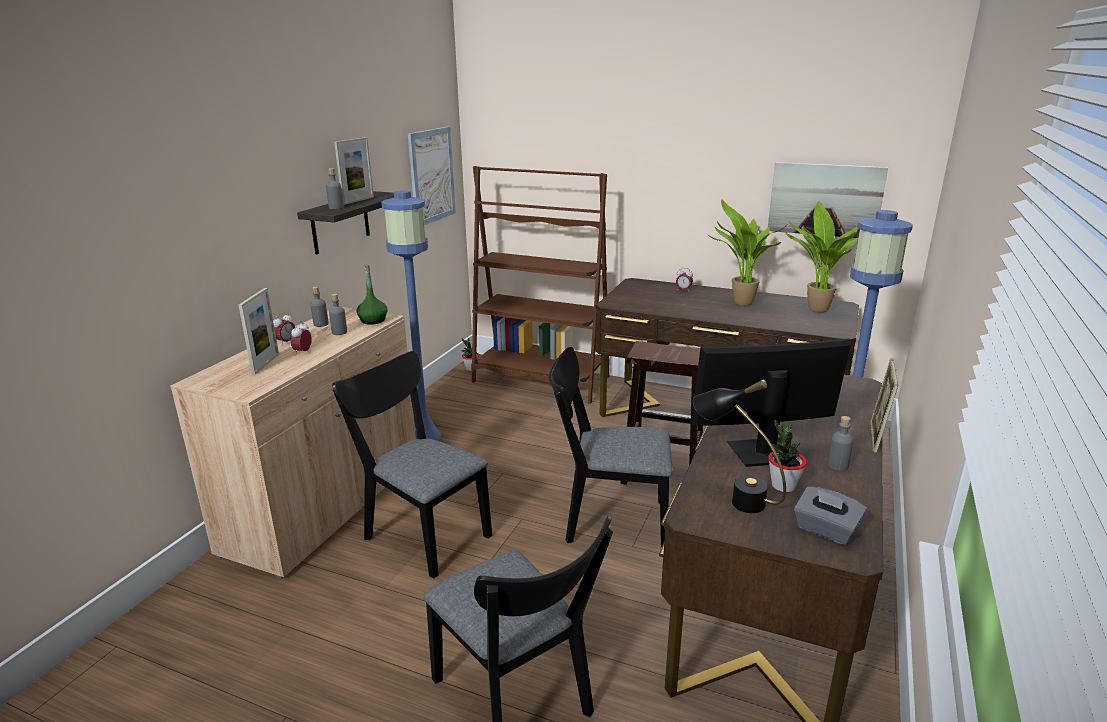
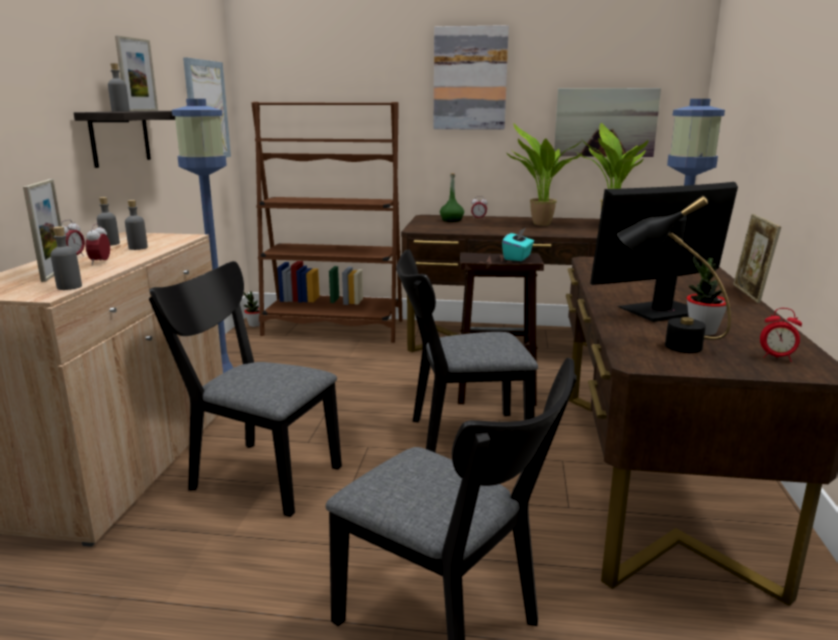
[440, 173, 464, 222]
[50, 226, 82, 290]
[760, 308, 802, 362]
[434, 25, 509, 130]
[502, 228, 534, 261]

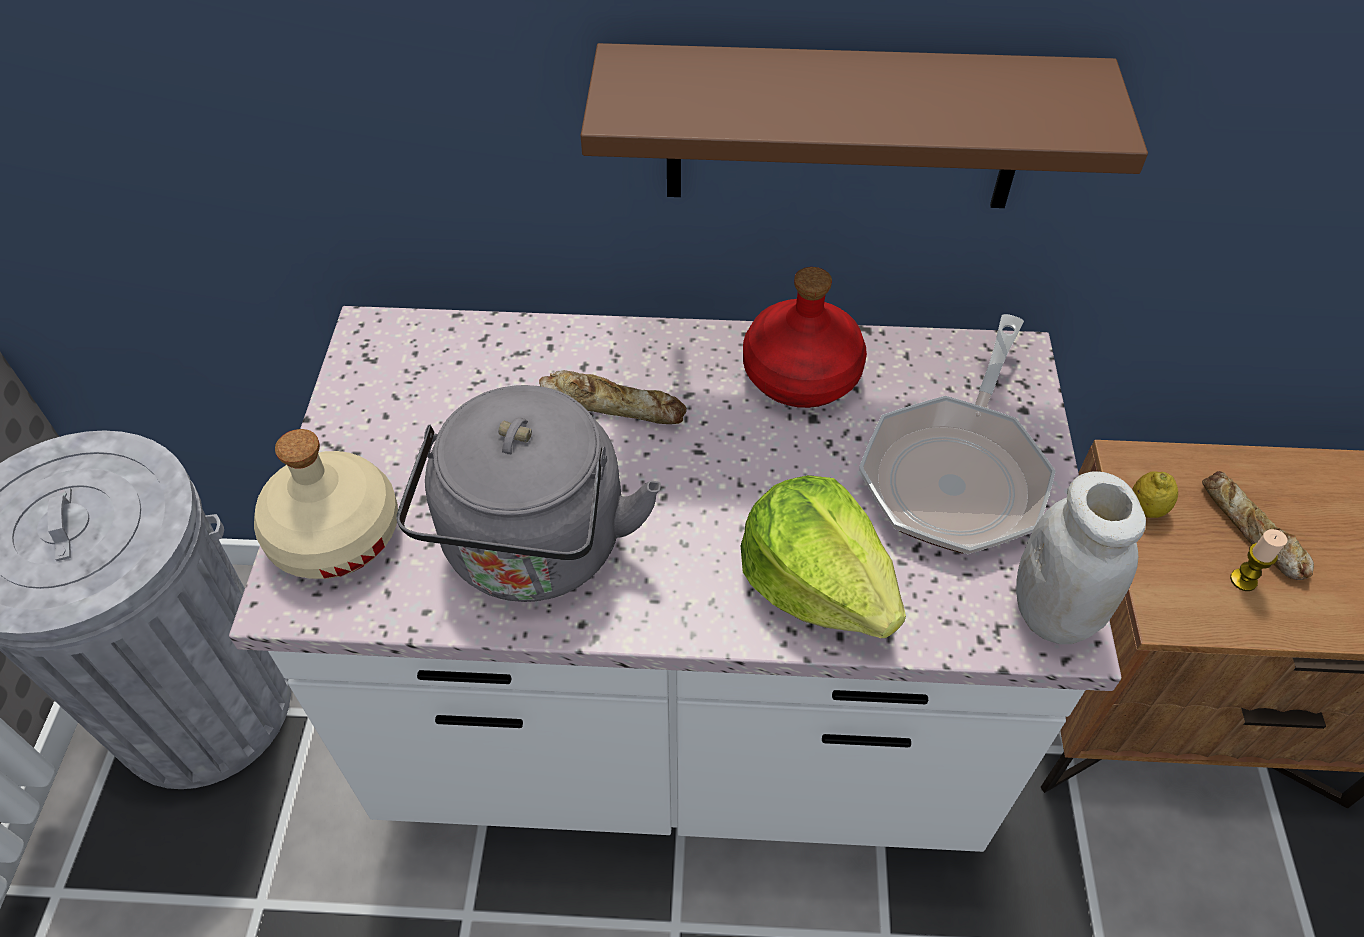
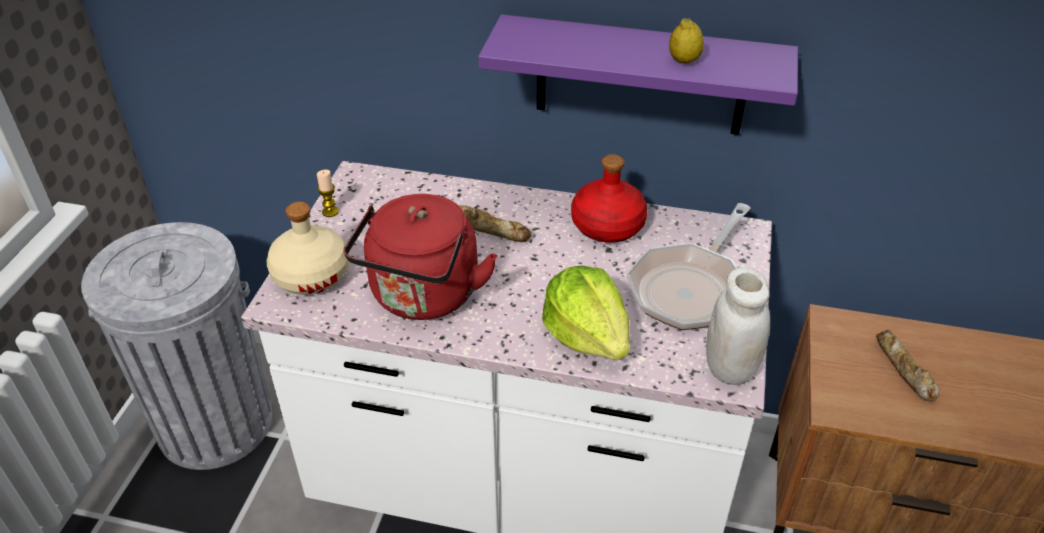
[478, 14, 798, 135]
[343, 194, 498, 320]
[669, 18, 704, 63]
[317, 170, 339, 217]

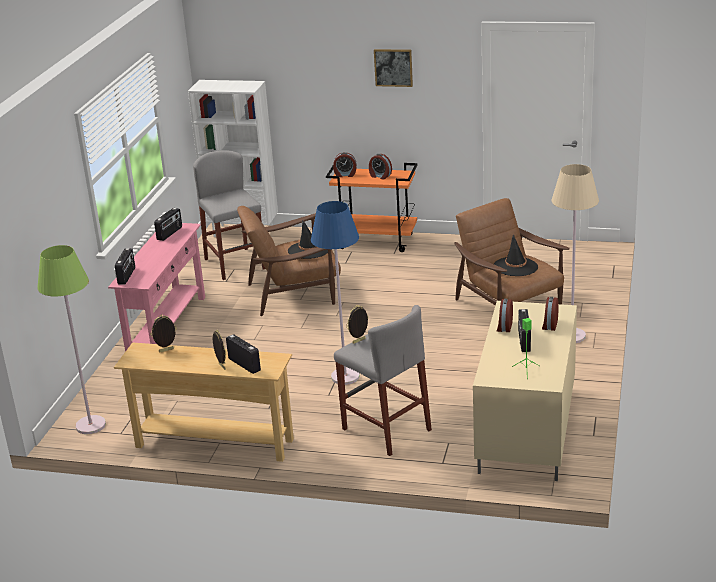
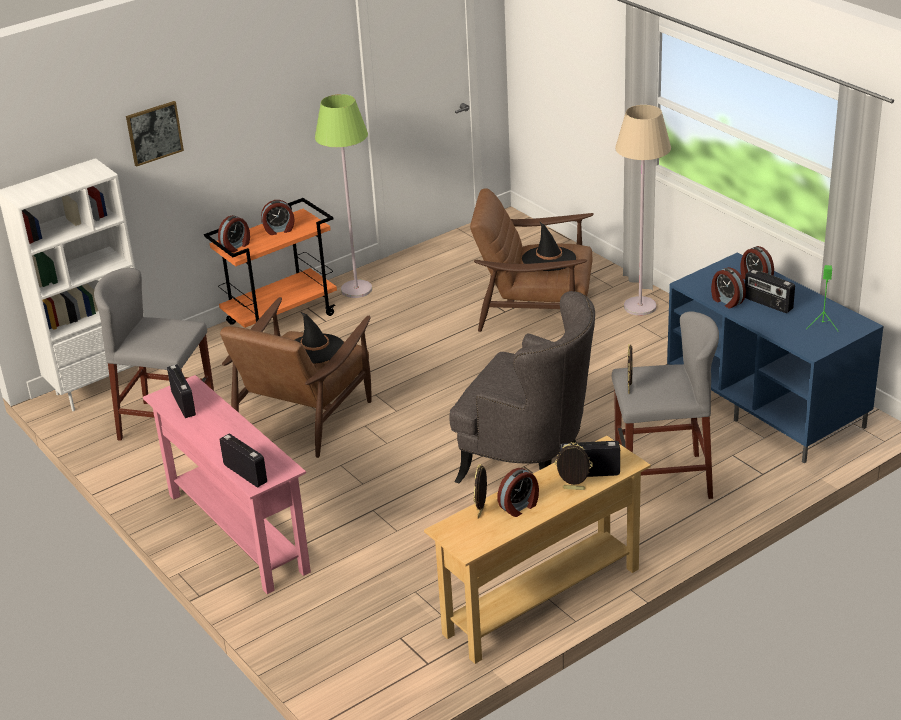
[126, 101, 184, 167]
[449, 291, 595, 483]
[315, 94, 372, 298]
[667, 253, 883, 463]
[497, 468, 539, 517]

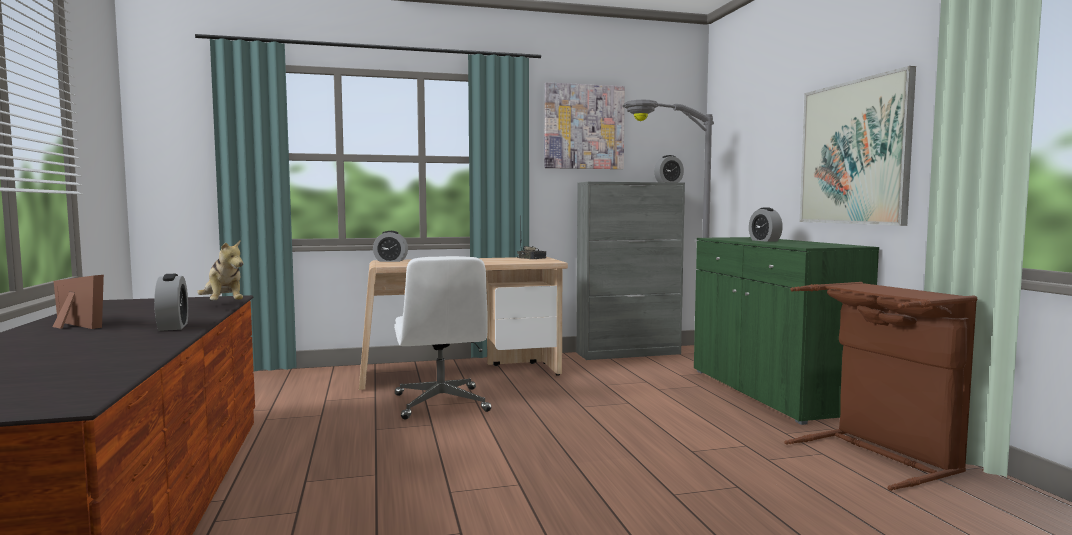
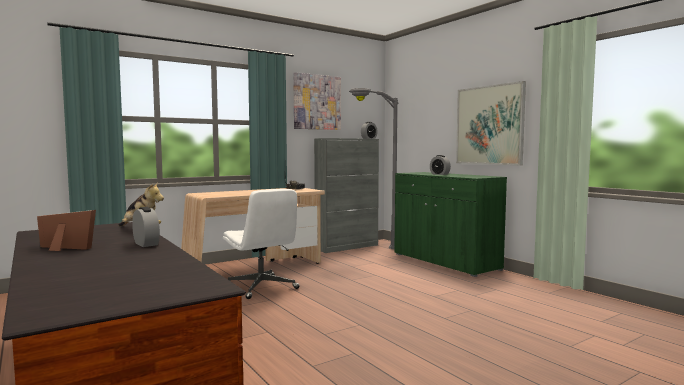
[373, 231, 408, 262] (first image)
[784, 282, 977, 491] (first image)

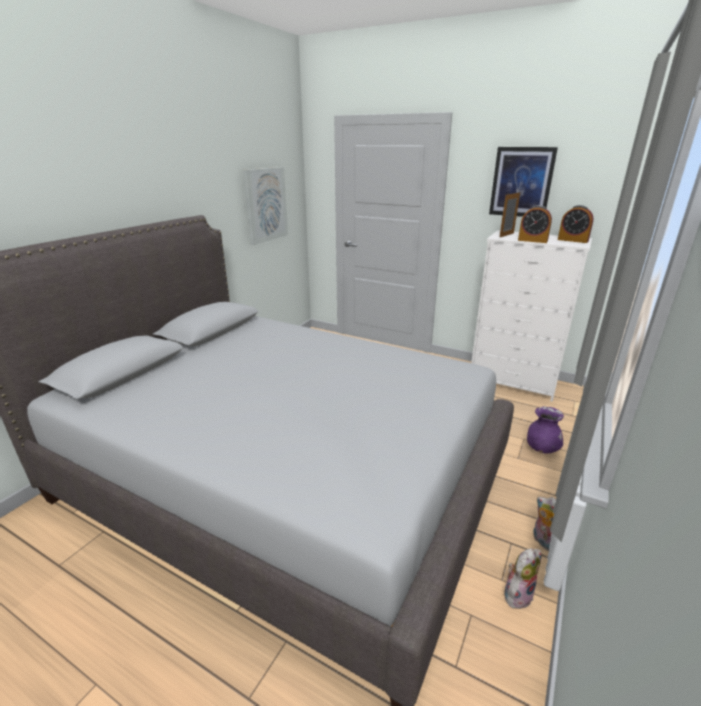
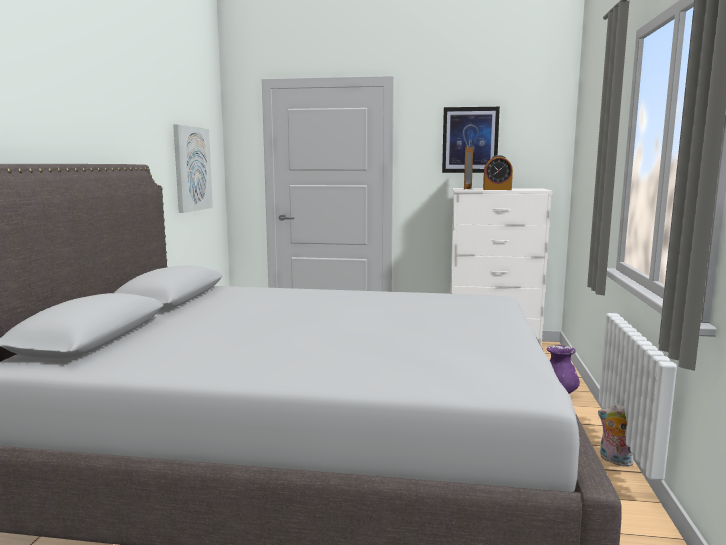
[558, 205, 593, 243] (first image)
[504, 548, 541, 609] (first image)

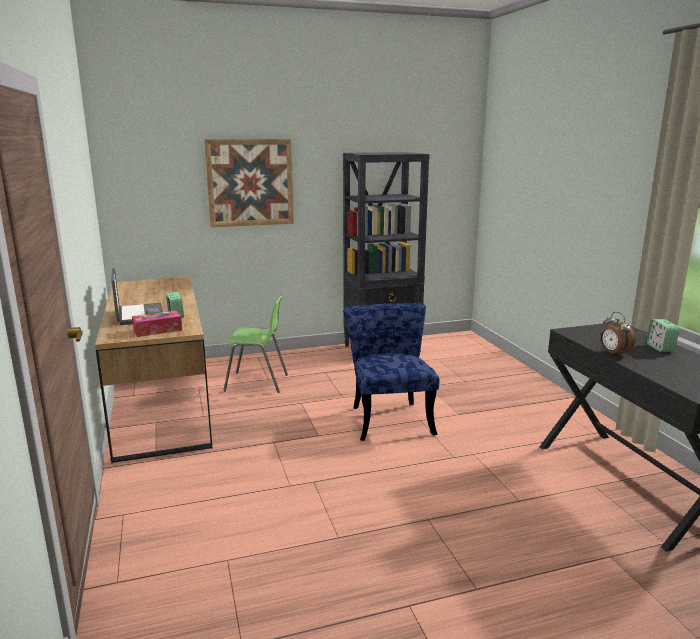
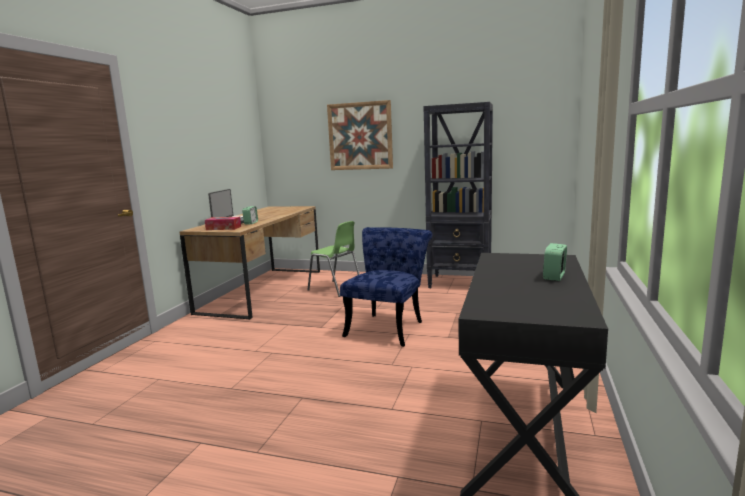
[600, 312, 636, 357] (first image)

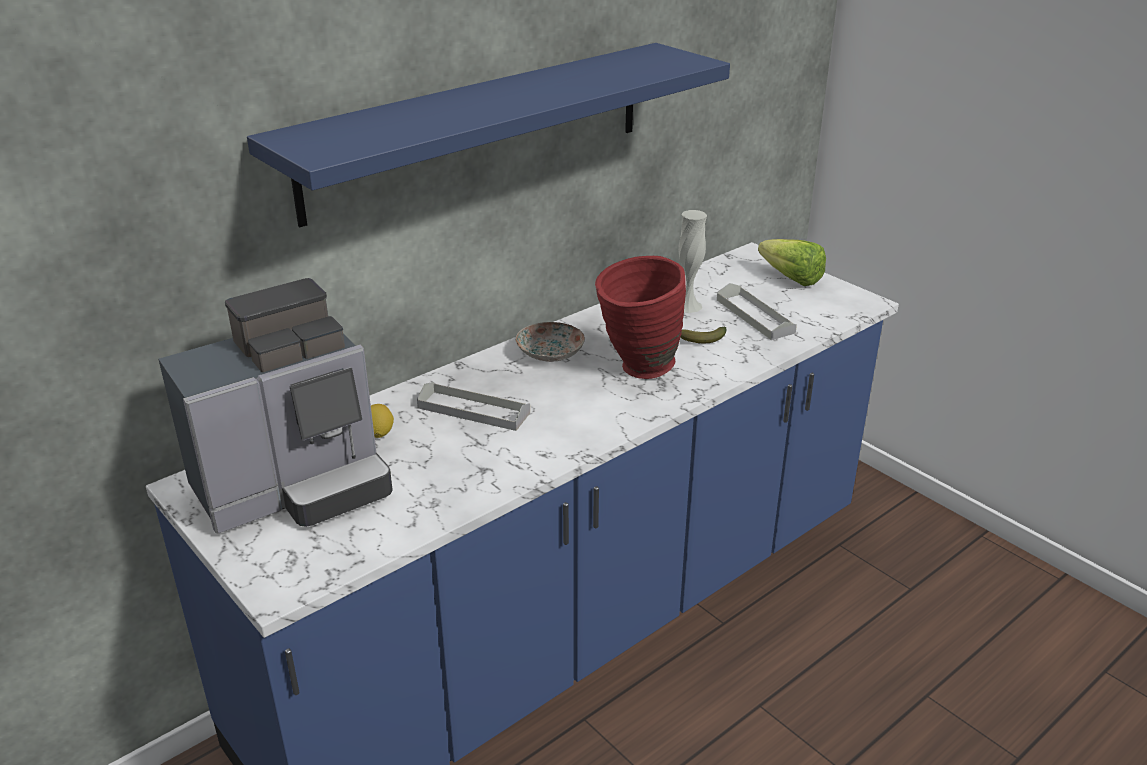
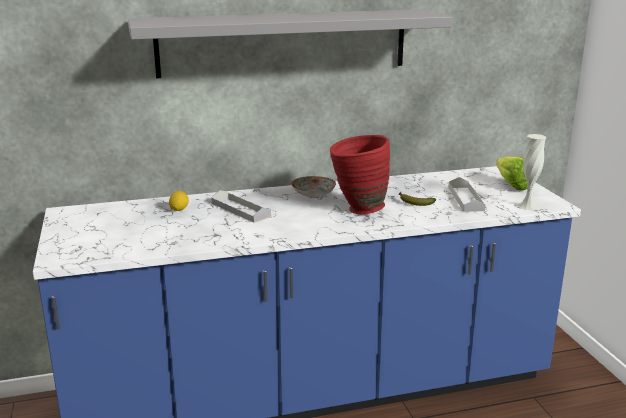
[128, 9, 452, 78]
[517, 134, 546, 210]
[158, 278, 393, 533] (first image)

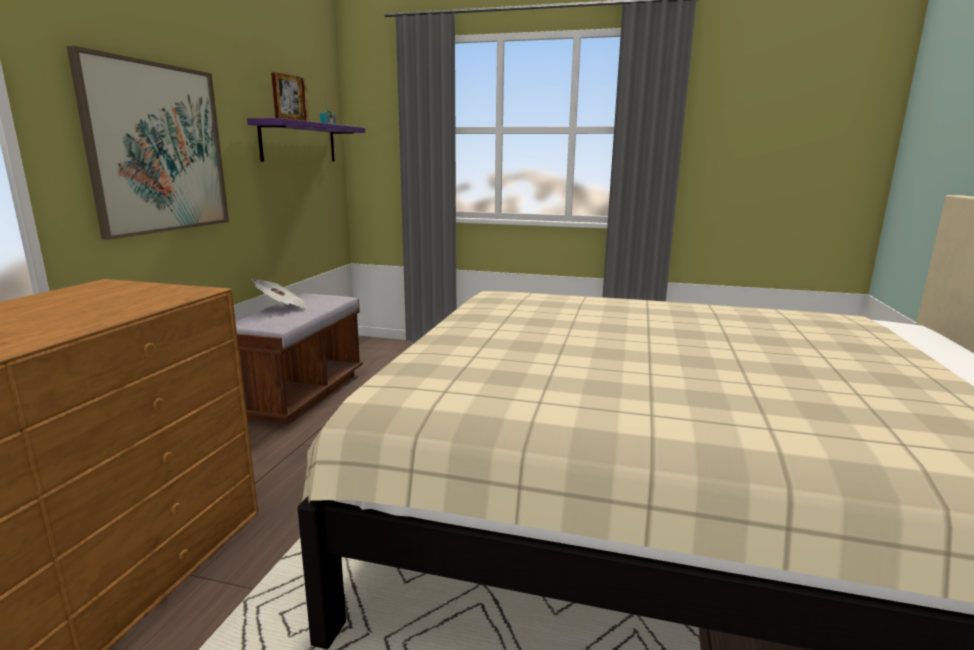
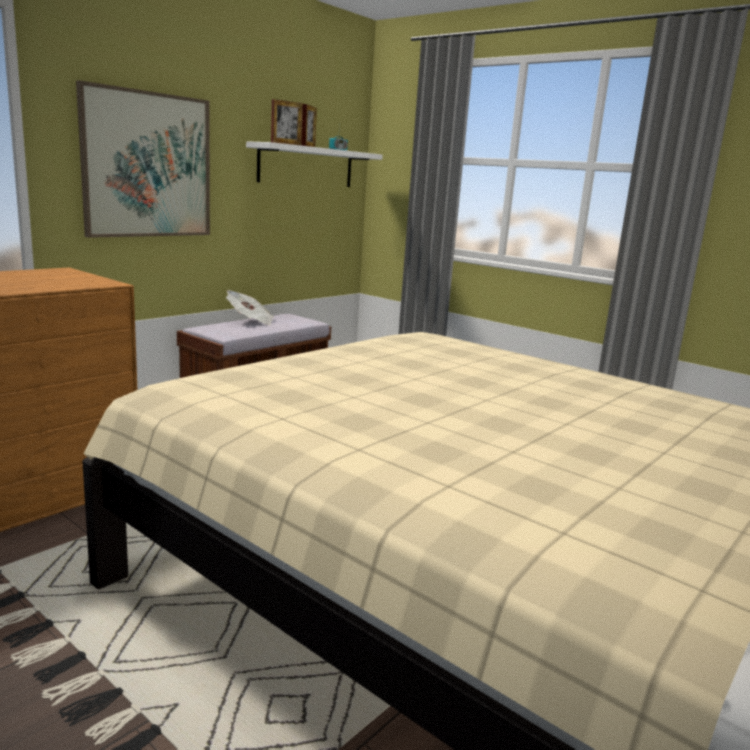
[246, 141, 383, 187]

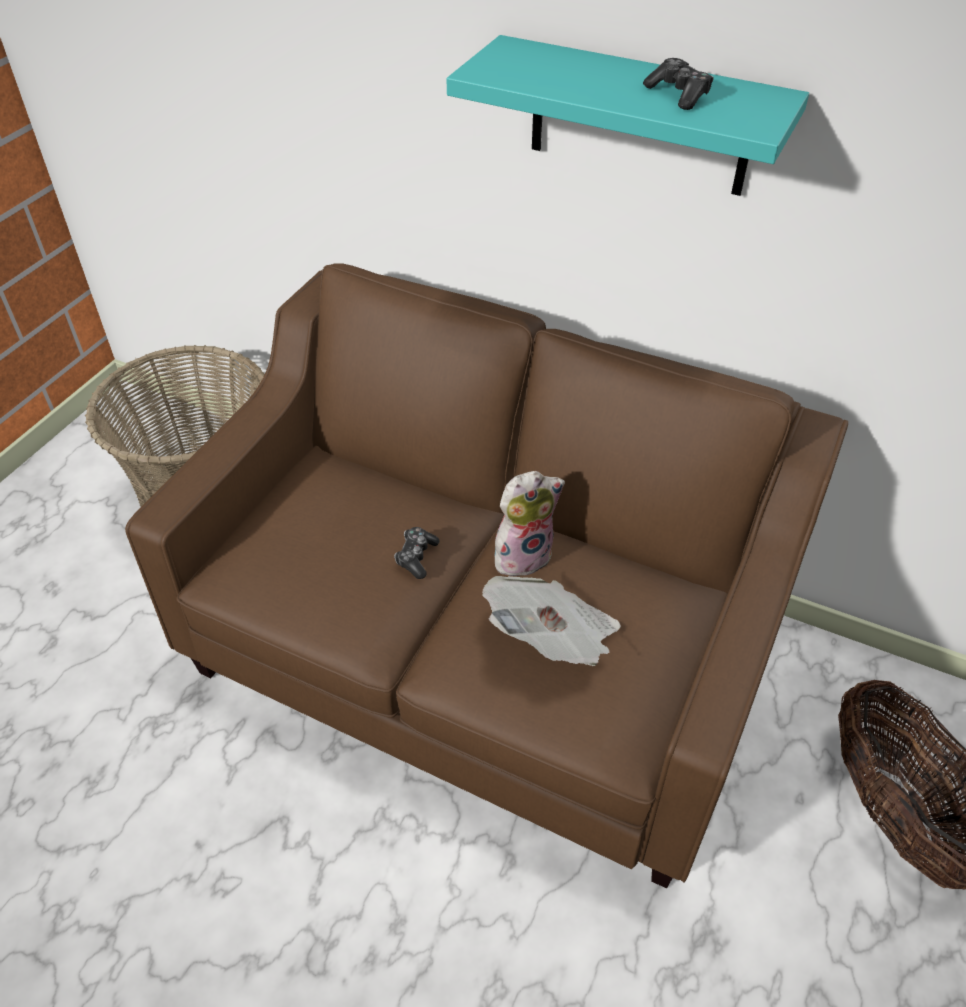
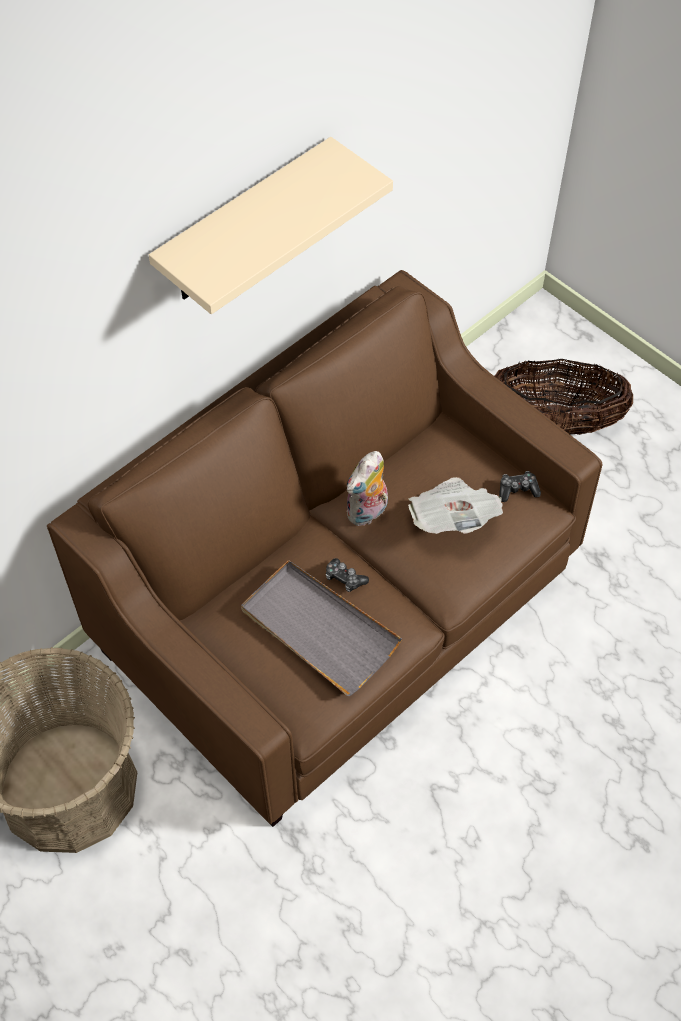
[149, 137, 393, 314]
[499, 471, 541, 502]
[346, 451, 388, 526]
[241, 560, 402, 697]

